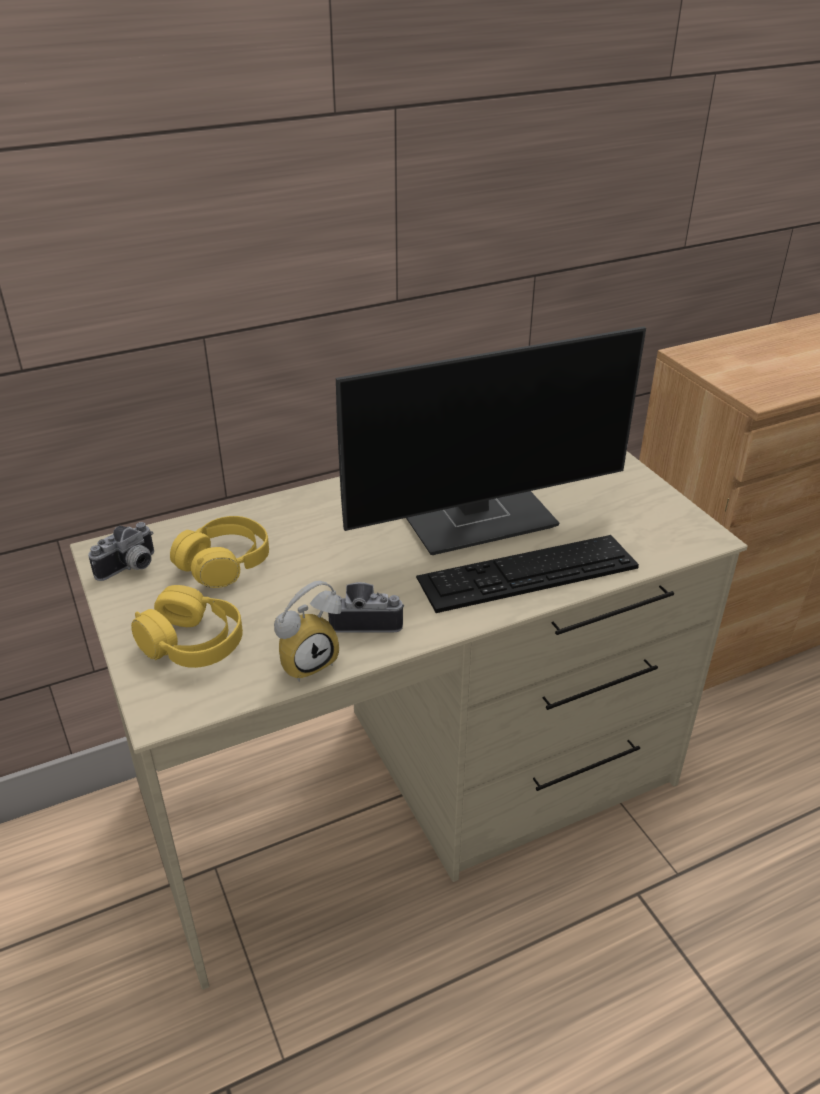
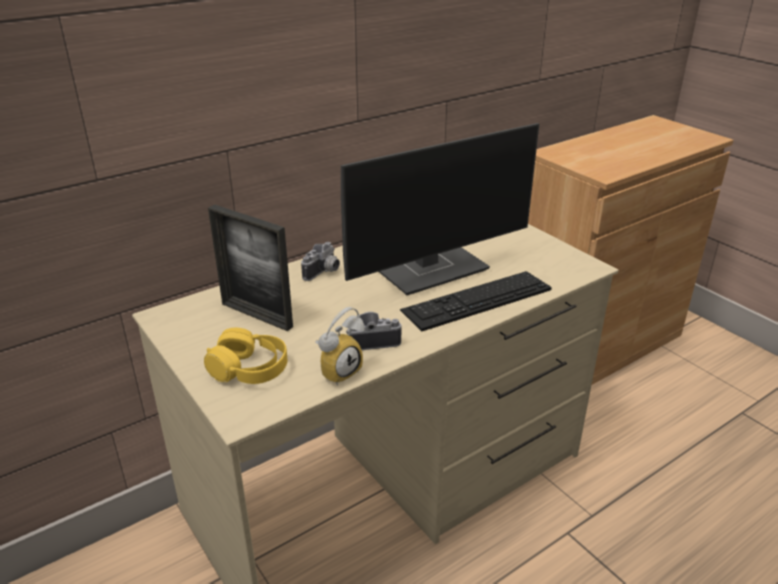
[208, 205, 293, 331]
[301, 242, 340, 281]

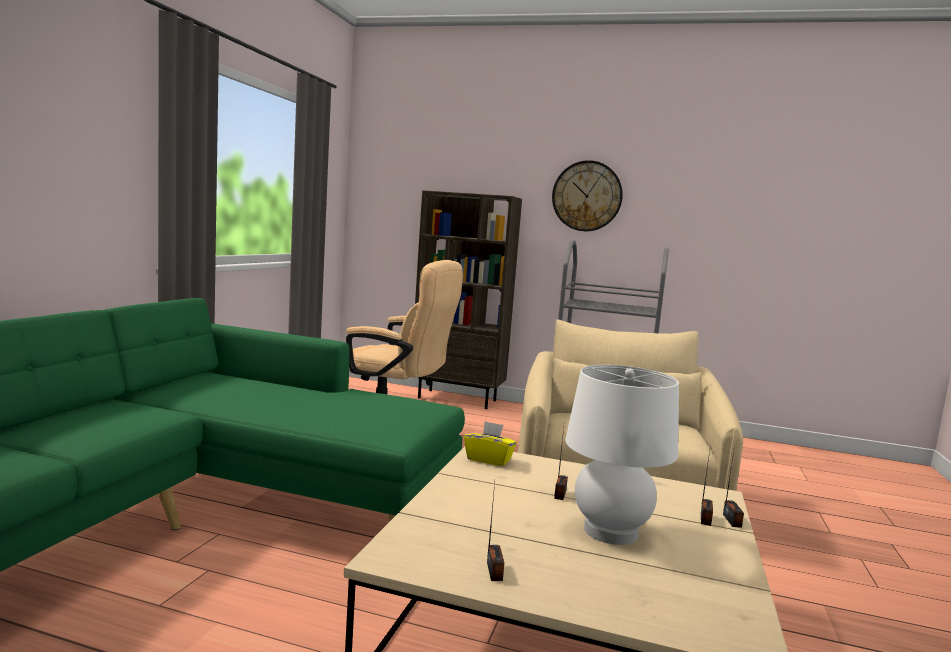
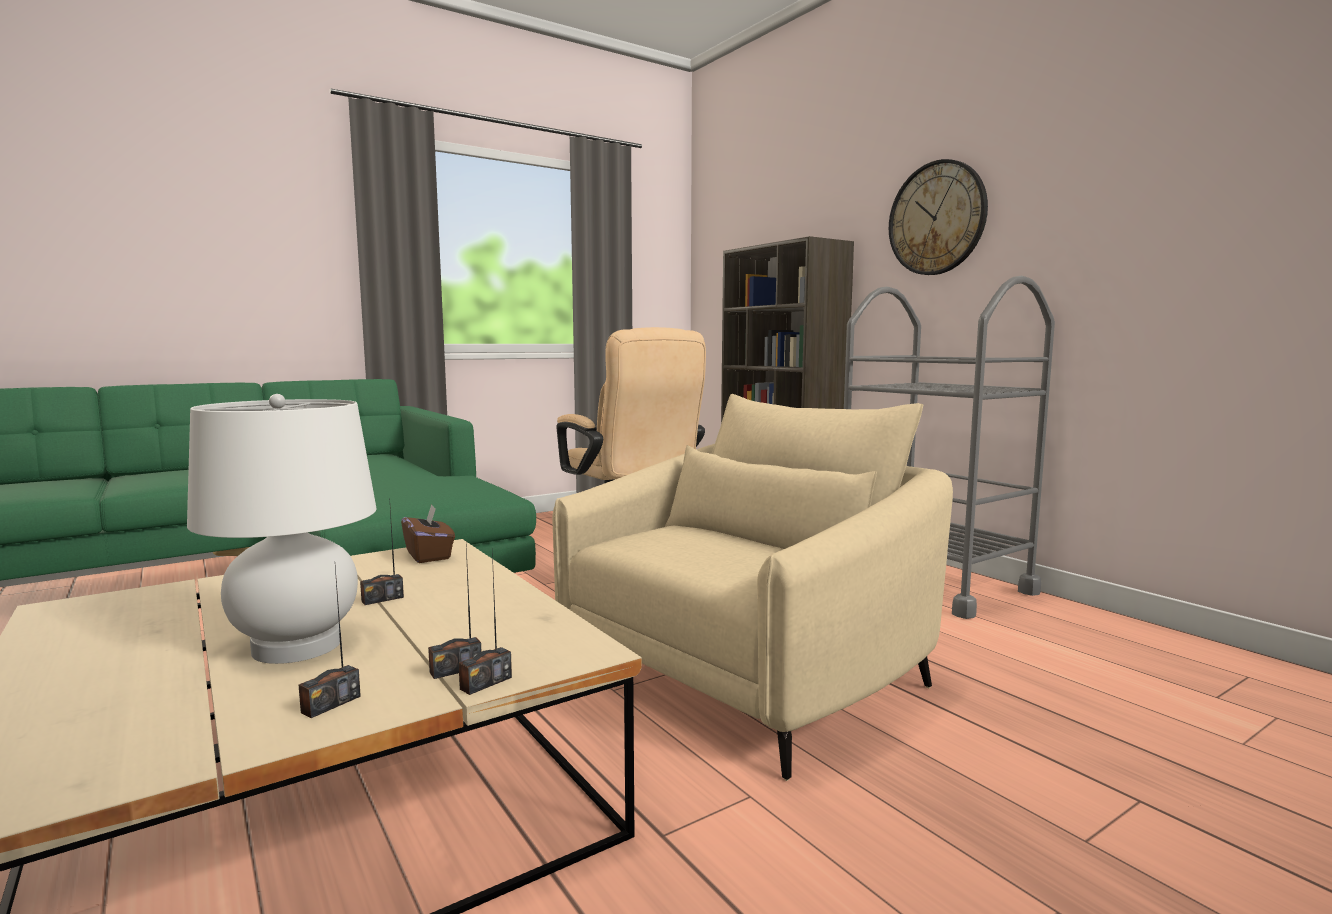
[401, 504, 455, 563]
[299, 567, 361, 718]

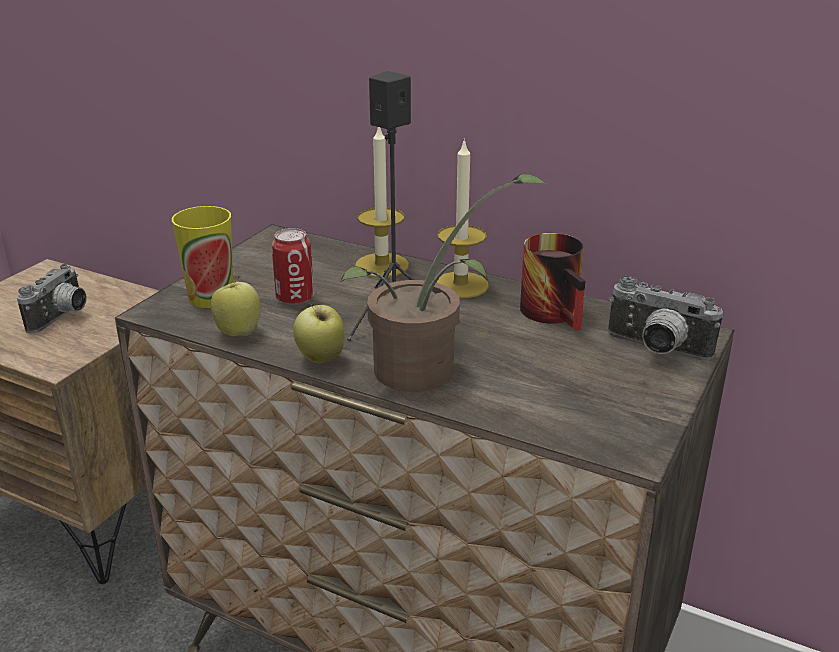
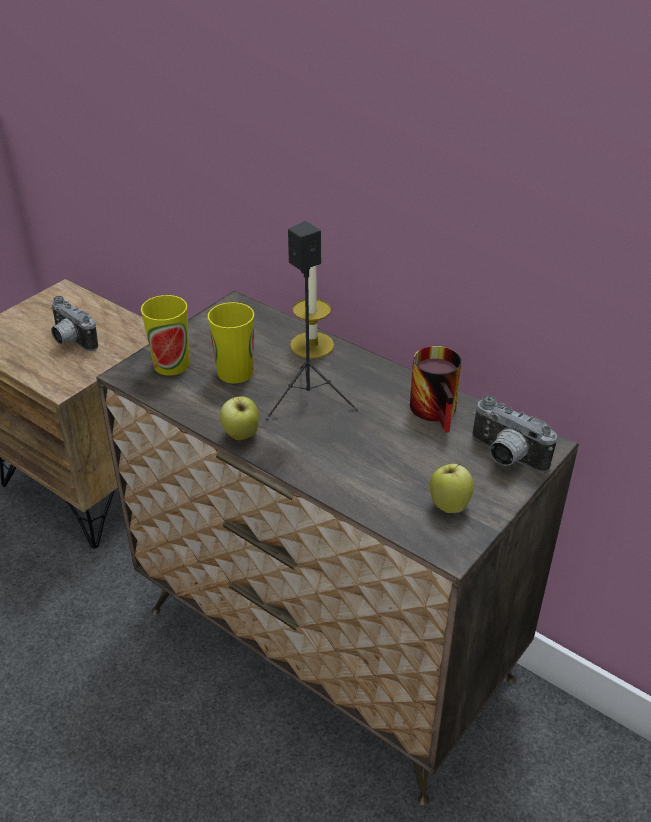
[436, 138, 489, 298] (first image)
[340, 174, 548, 392] (first image)
[208, 302, 254, 384]
[51, 296, 98, 351]
[429, 464, 474, 513]

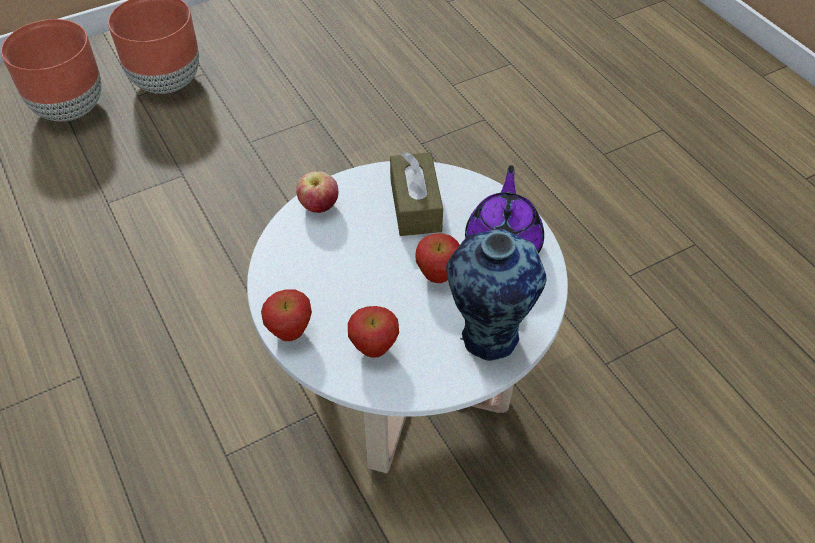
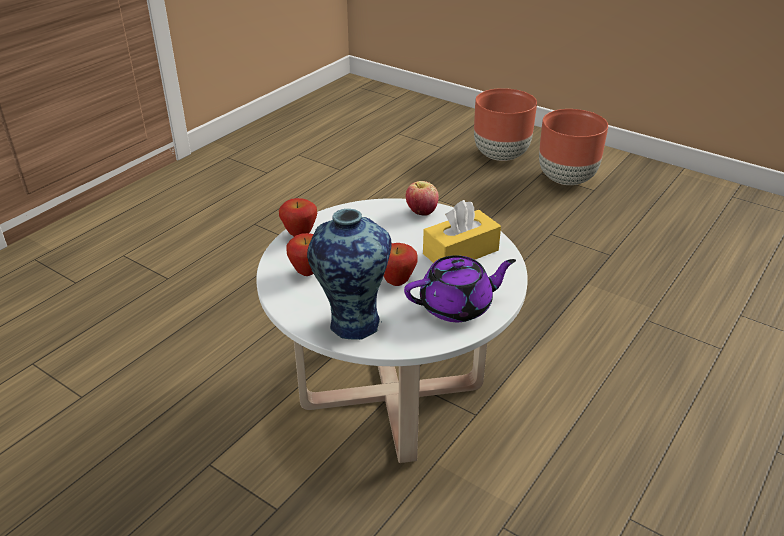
[423, 200, 501, 263]

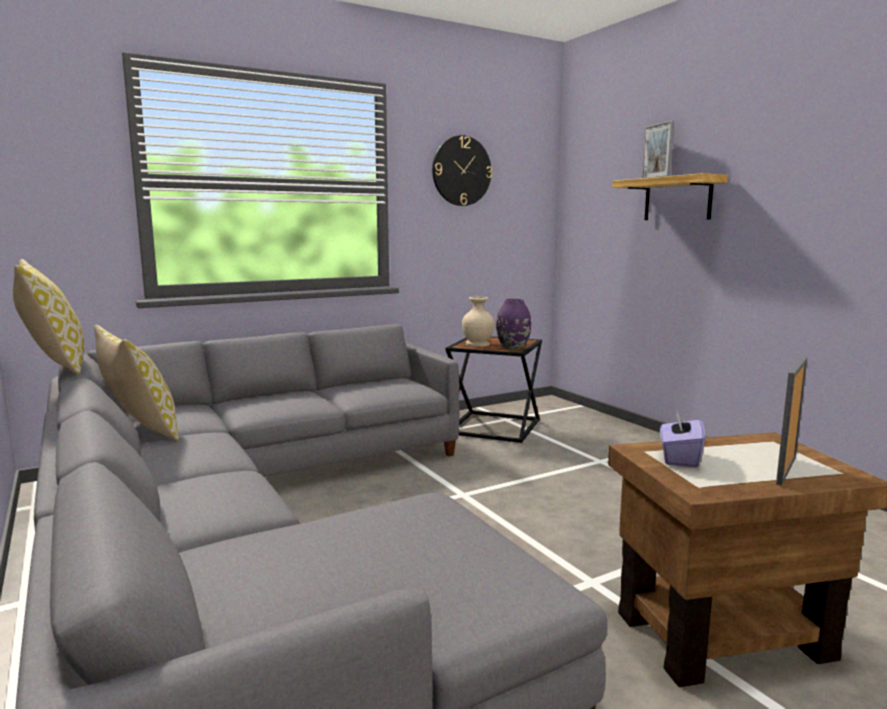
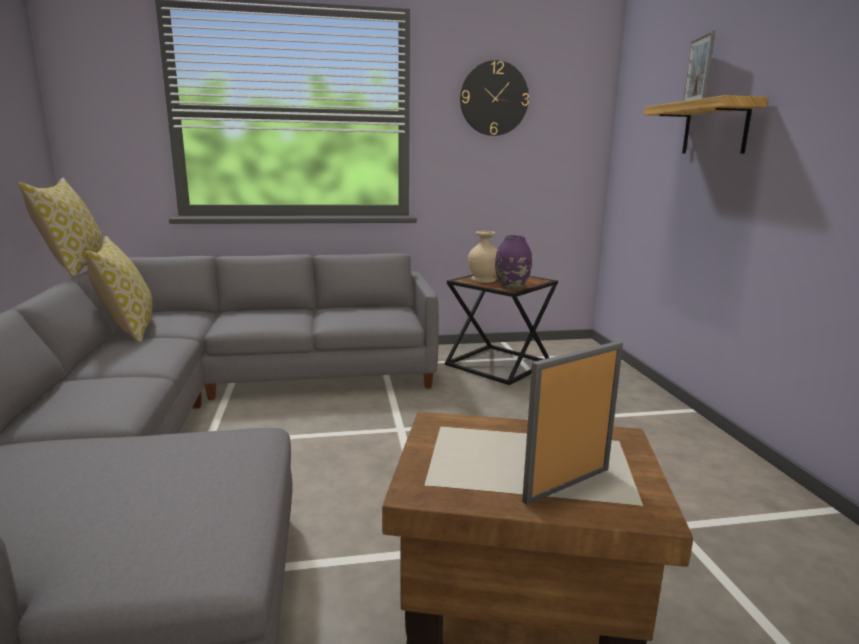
[660, 409, 705, 468] (first image)

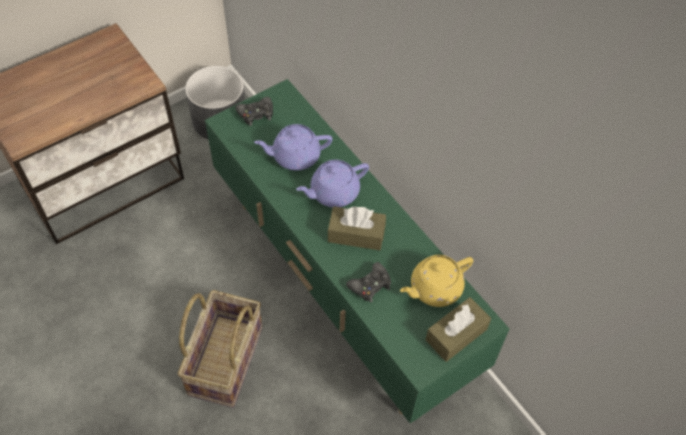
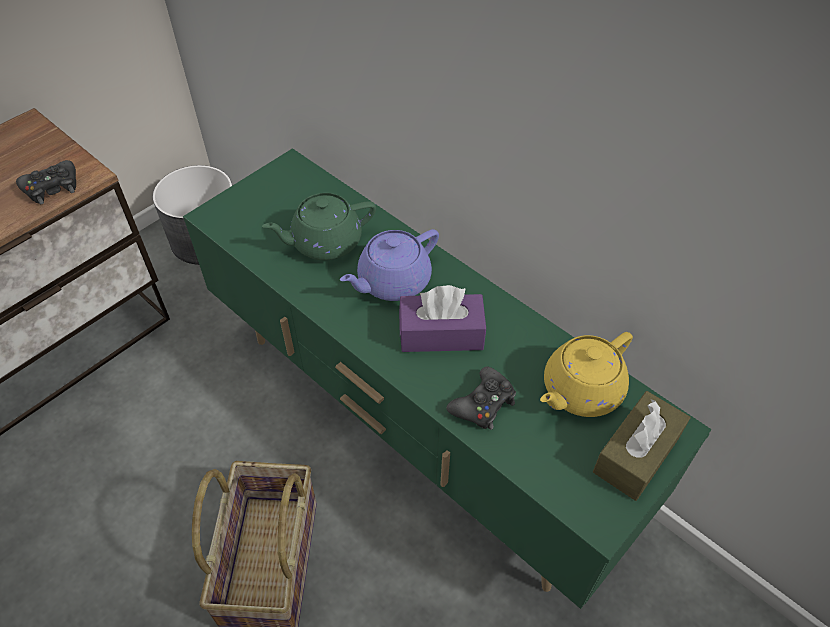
[16, 160, 76, 205]
[262, 193, 376, 260]
[399, 285, 486, 352]

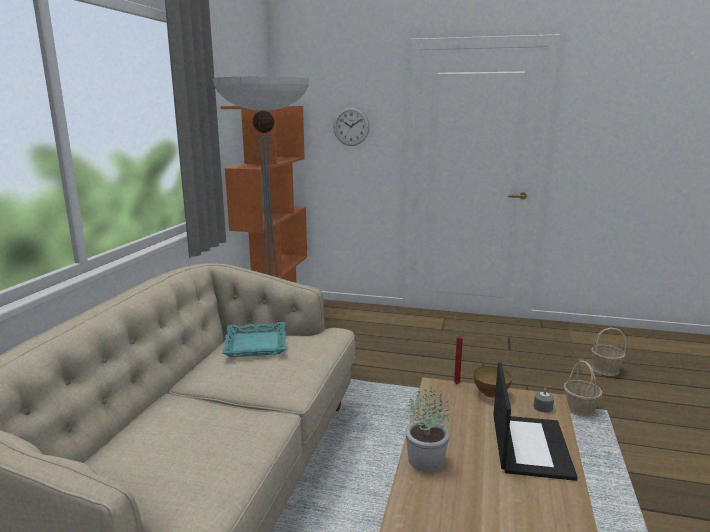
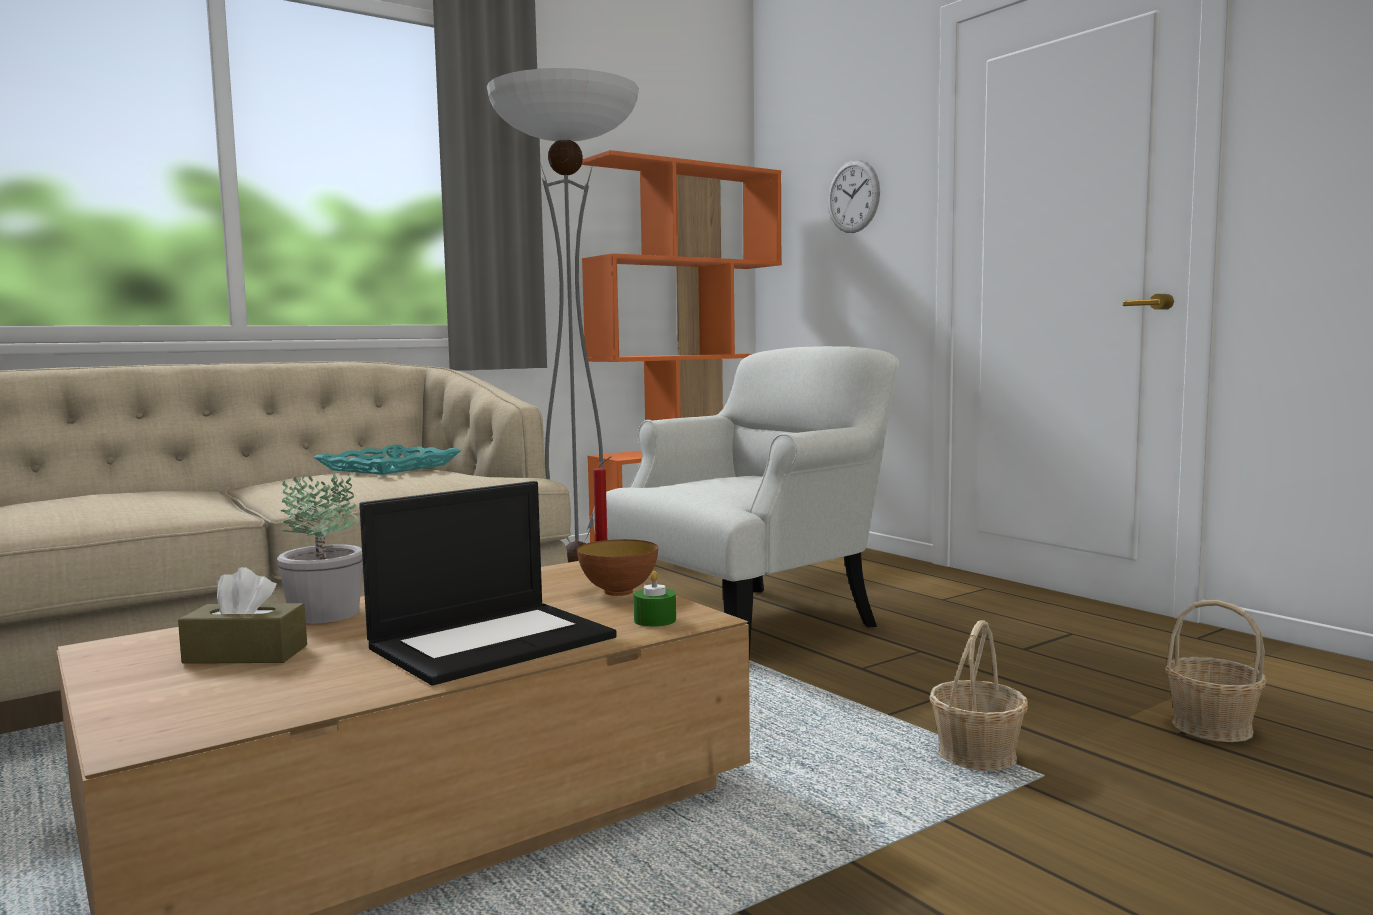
[634, 571, 676, 627]
[593, 346, 899, 657]
[178, 567, 307, 664]

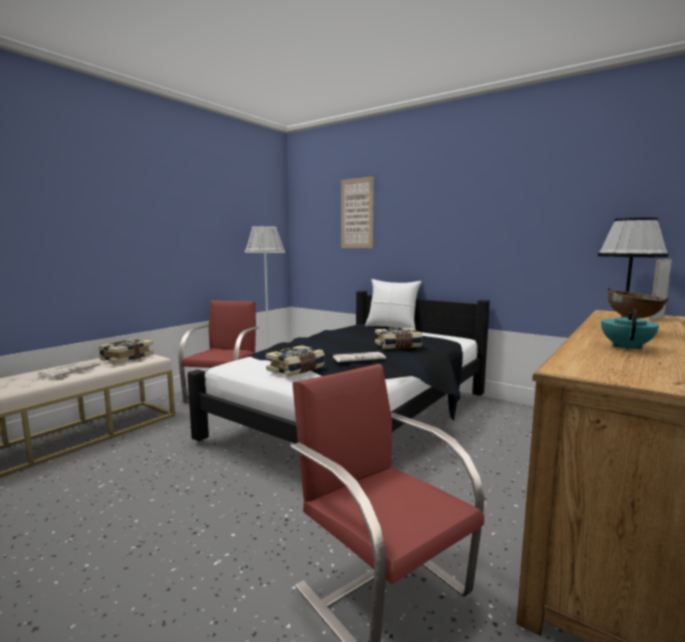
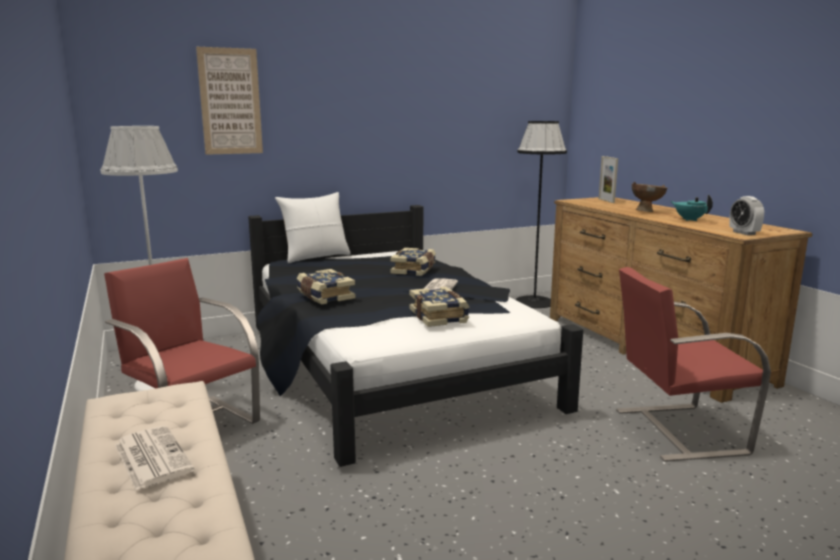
[297, 269, 355, 304]
[729, 196, 764, 235]

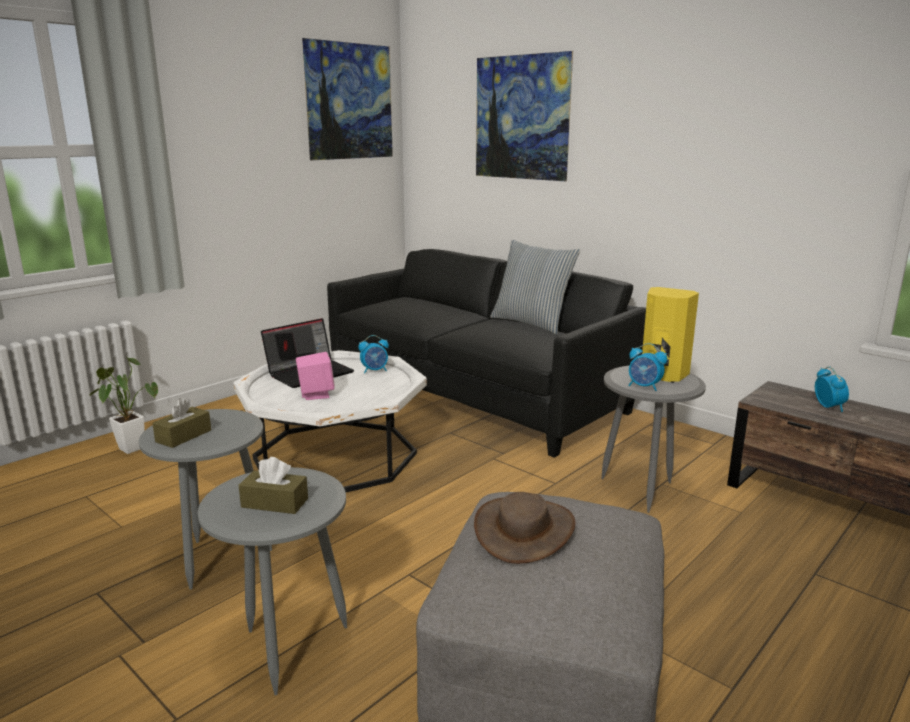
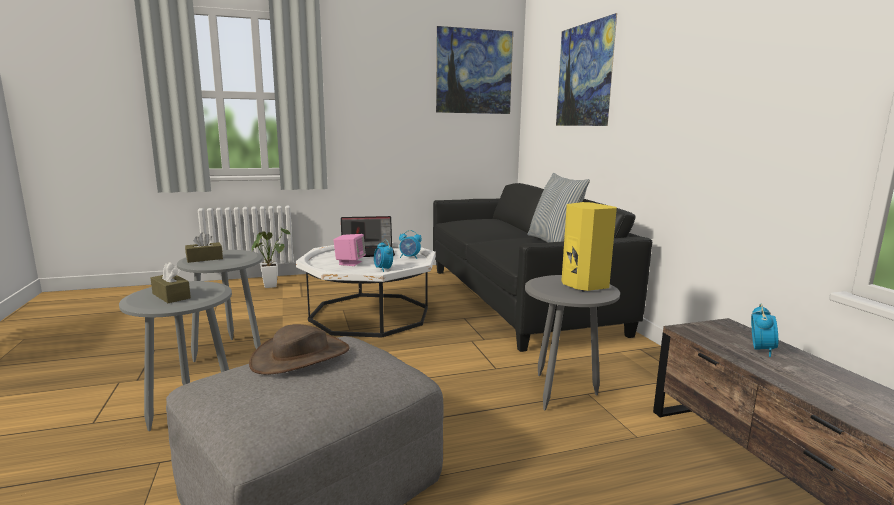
[374, 240, 393, 272]

